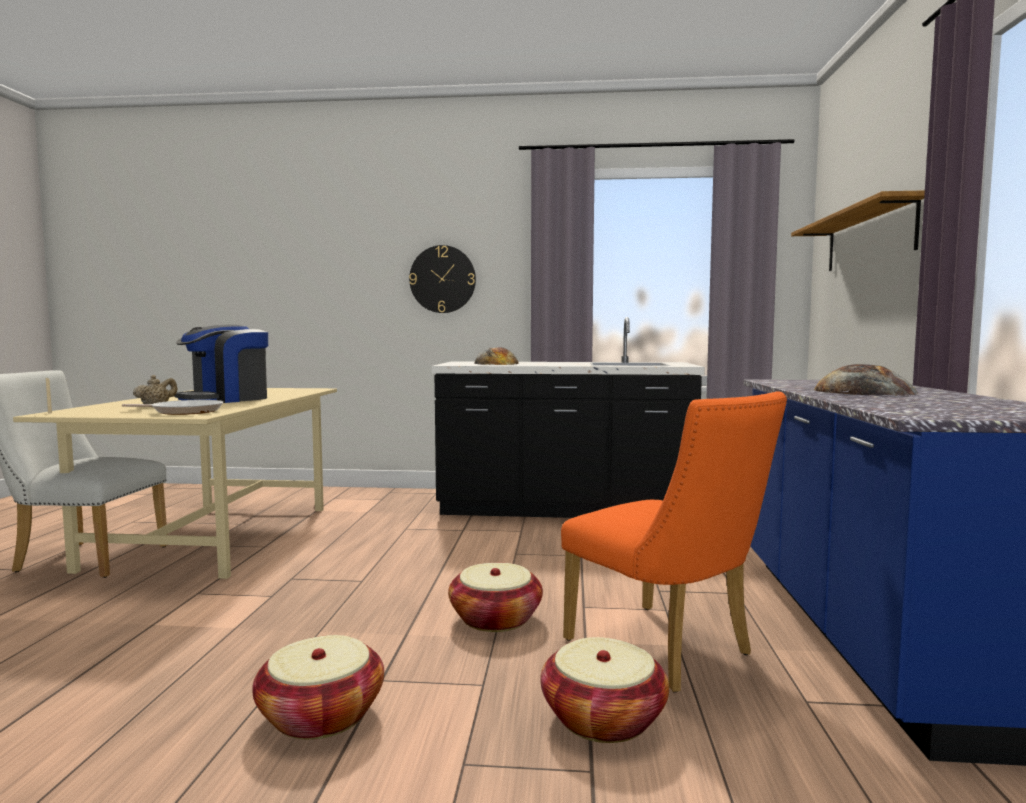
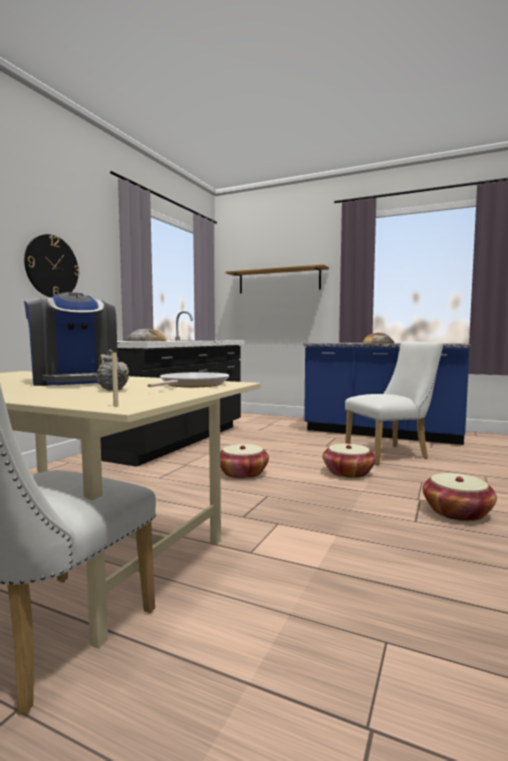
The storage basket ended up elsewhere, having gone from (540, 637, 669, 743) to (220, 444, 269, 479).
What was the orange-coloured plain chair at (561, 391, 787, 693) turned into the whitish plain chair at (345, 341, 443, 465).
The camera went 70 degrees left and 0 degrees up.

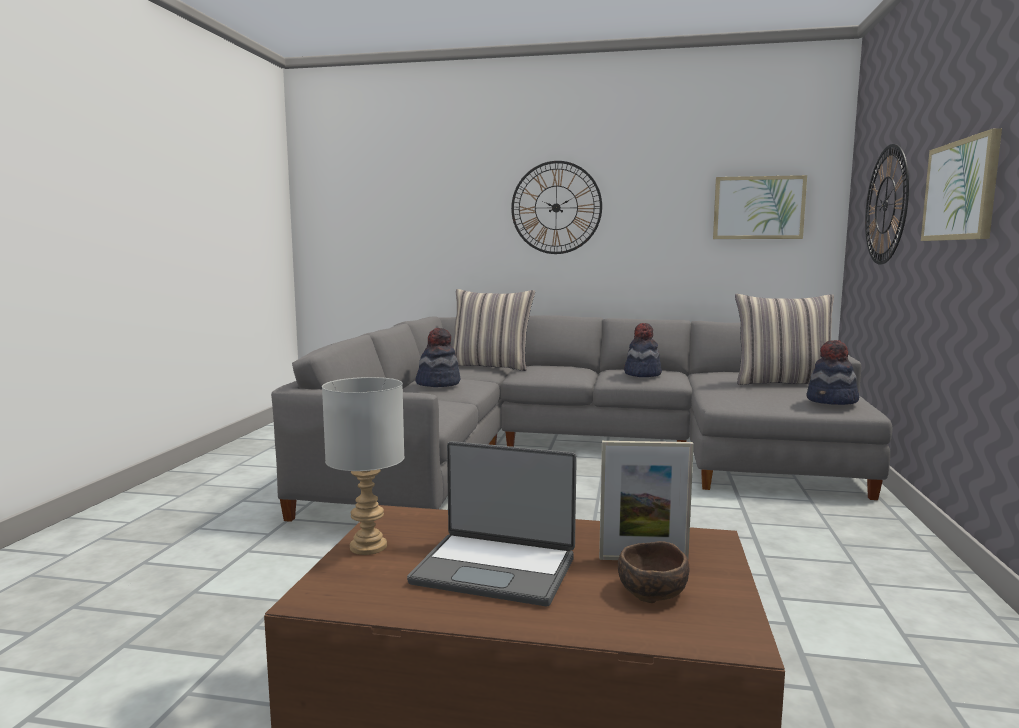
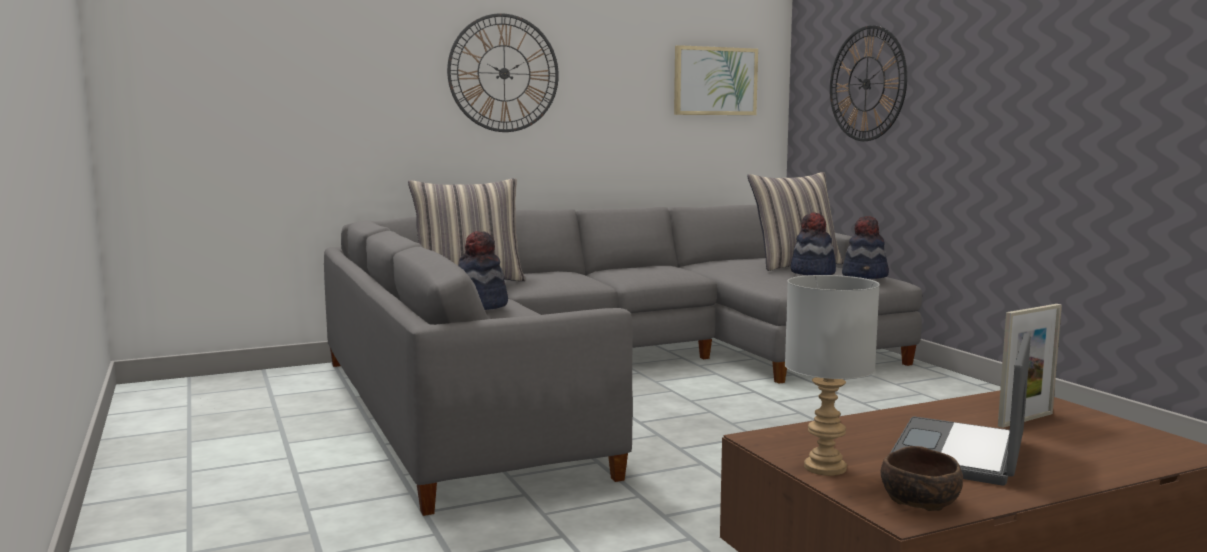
The second view lost the picture at (921, 128, 1002, 241).
The brown-coloured deep dish ended up elsewhere, having gone from (618, 541, 690, 603) to (881, 446, 963, 511).
The clothing hat ended up elsewhere, having gone from (624, 323, 662, 377) to (791, 212, 836, 275).
The laptop at (407, 441, 577, 606) ended up facing another way, 135 degrees clockwise from before.
The camera went 35 degrees left and 0 degrees up.

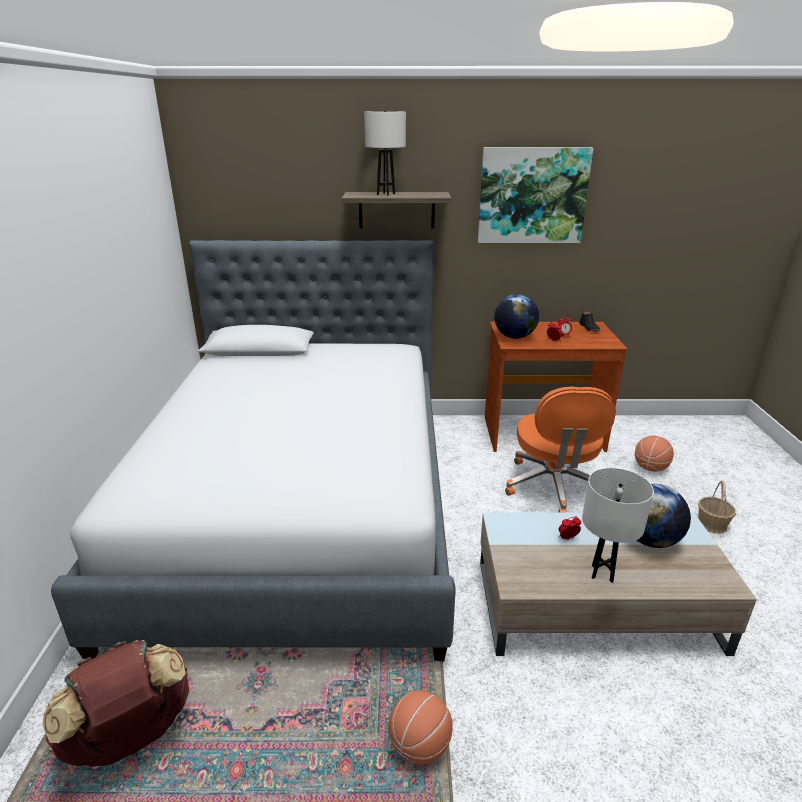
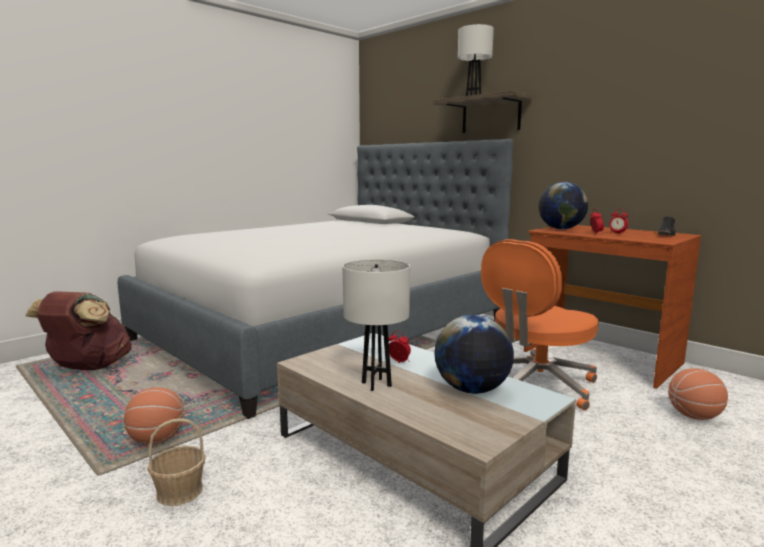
The second view lost the picture at (478, 147, 593, 243).
The storage basket ended up elsewhere, having gone from (698, 480, 736, 534) to (147, 418, 206, 506).
The camera went 45 degrees right and 15 degrees down.

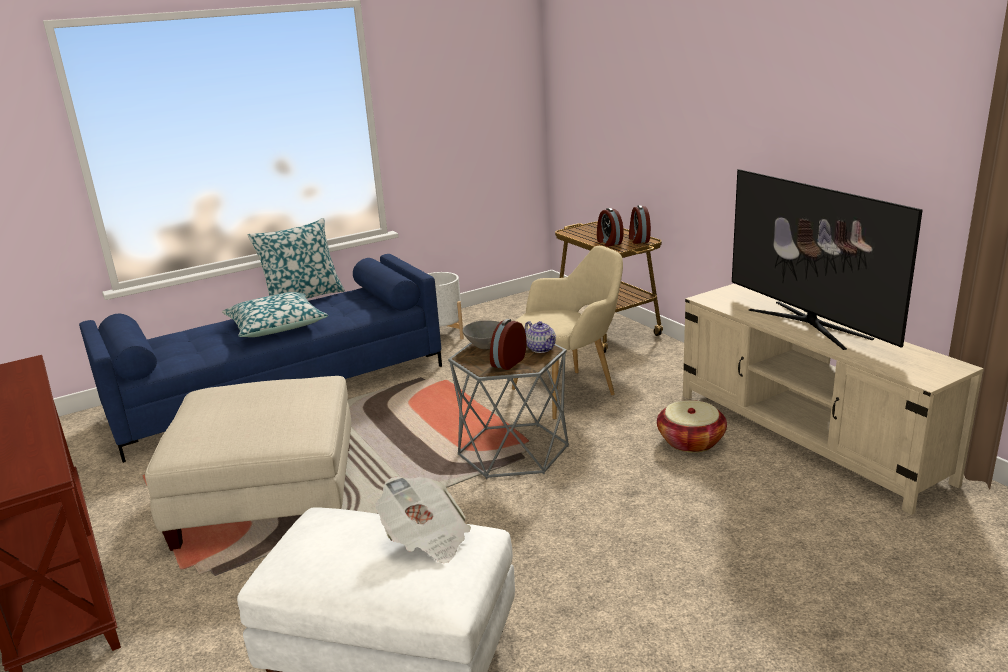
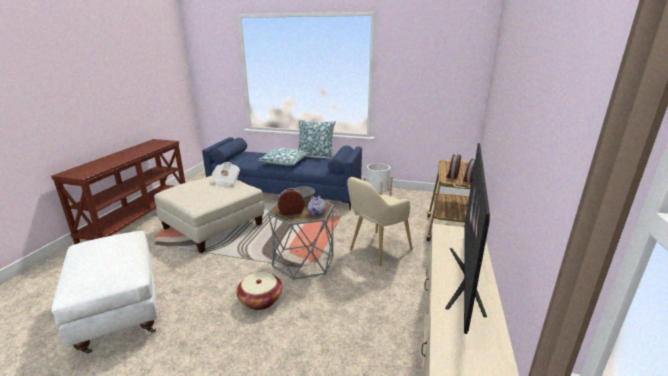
The daily paper ended up elsewhere, having gone from (375, 476, 471, 563) to (211, 162, 240, 188).
The storage basket ended up elsewhere, having gone from (657, 400, 727, 453) to (237, 272, 282, 310).
The sand-coloured armchair at (512, 246, 623, 420) ended up facing another way, 120 degrees clockwise from before.
The camera went 45 degrees right and 0 degrees up.

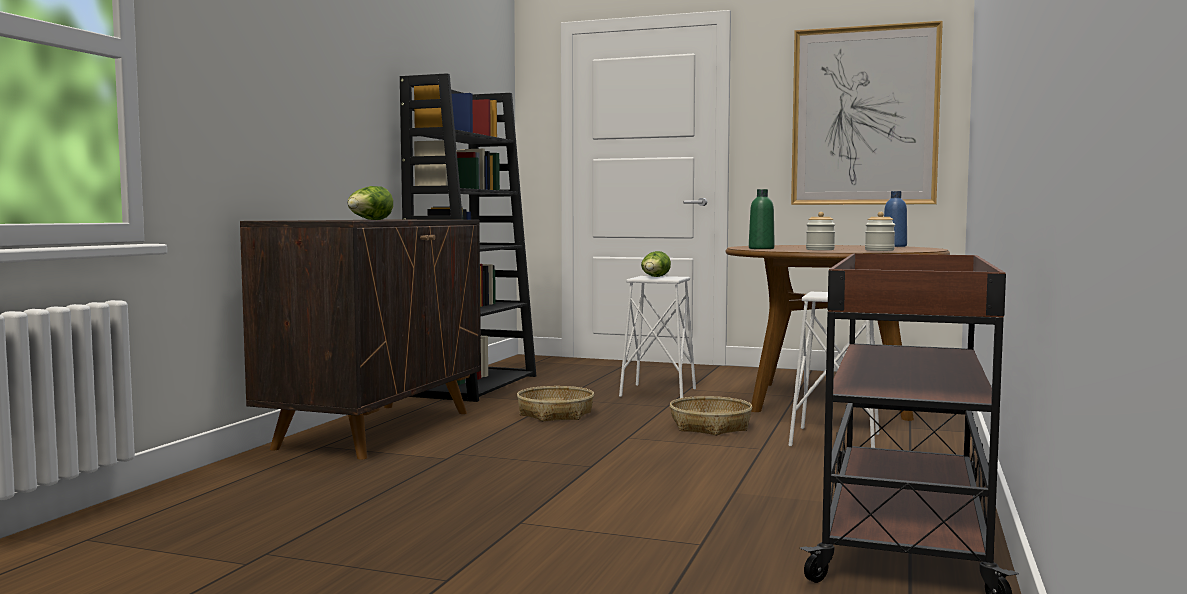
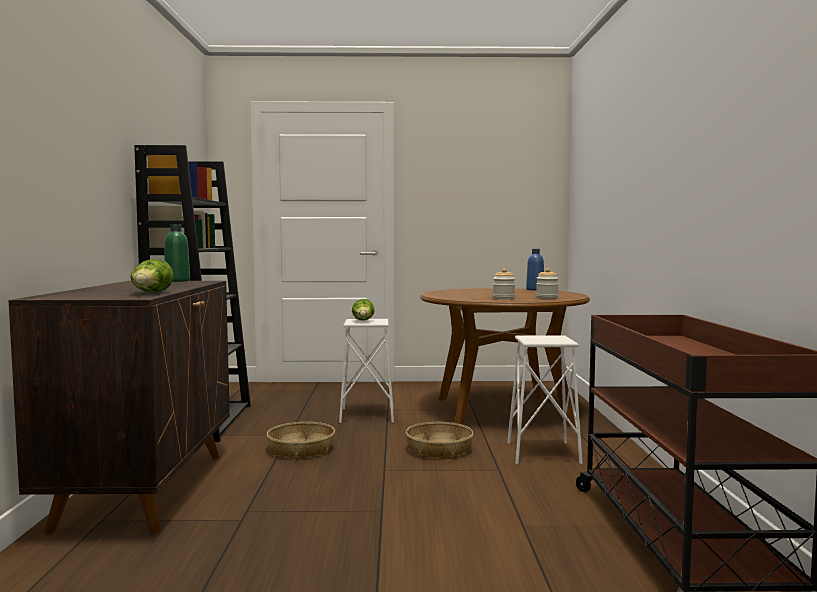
The second view lost the picture at (791, 21, 943, 205).
The greenish bottle ended up elsewhere, having gone from (749, 189, 775, 249) to (164, 224, 190, 282).
The camera went 20 degrees left and 0 degrees up.

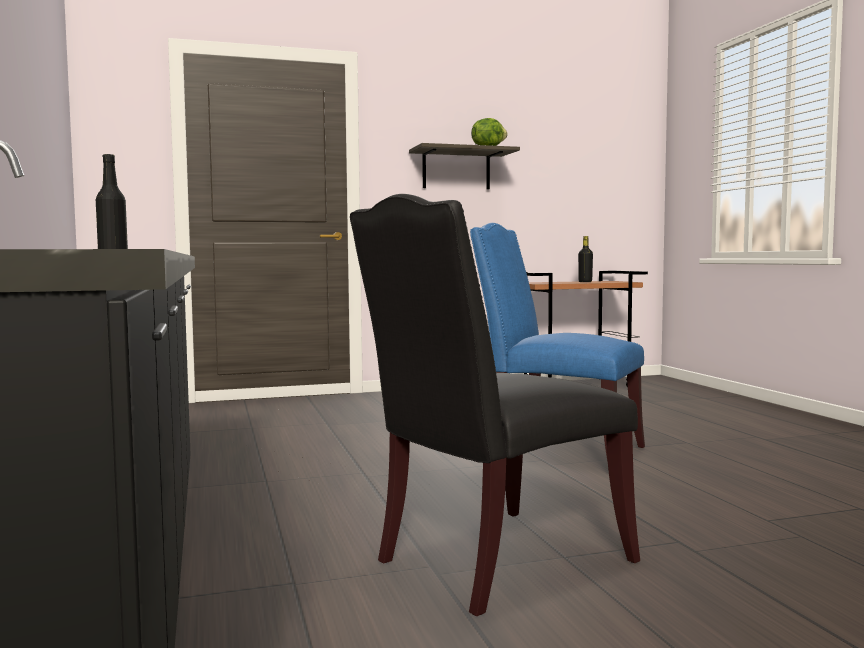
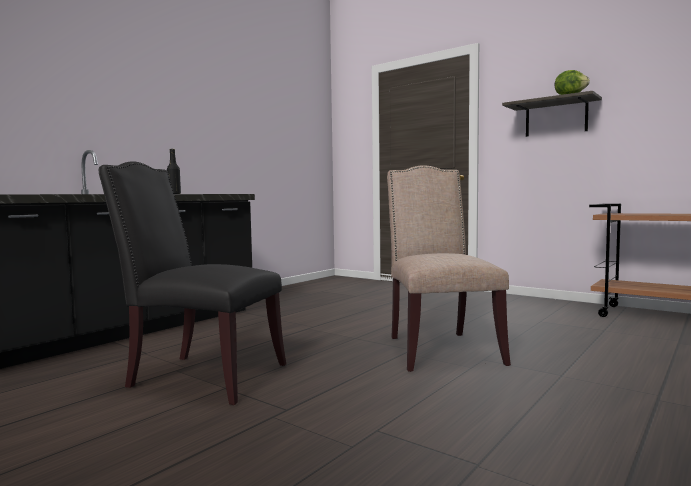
The second view lost the black-coloured bottle at (578, 236, 593, 282).
What was the blue-coloured plain chair at (470, 223, 645, 462) turned into the sand-coloured plain chair at (387, 165, 511, 372).
The camera went 55 degrees right and 0 degrees up.

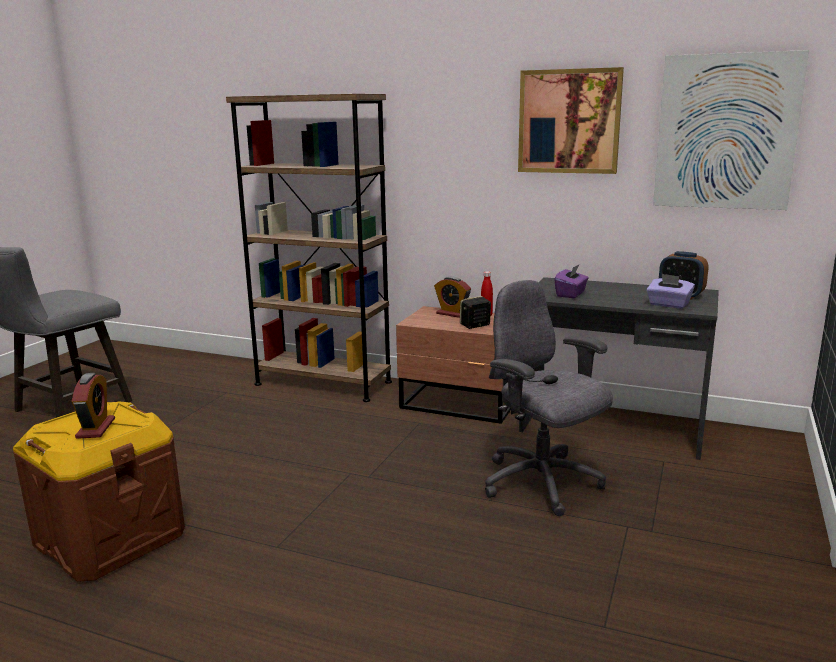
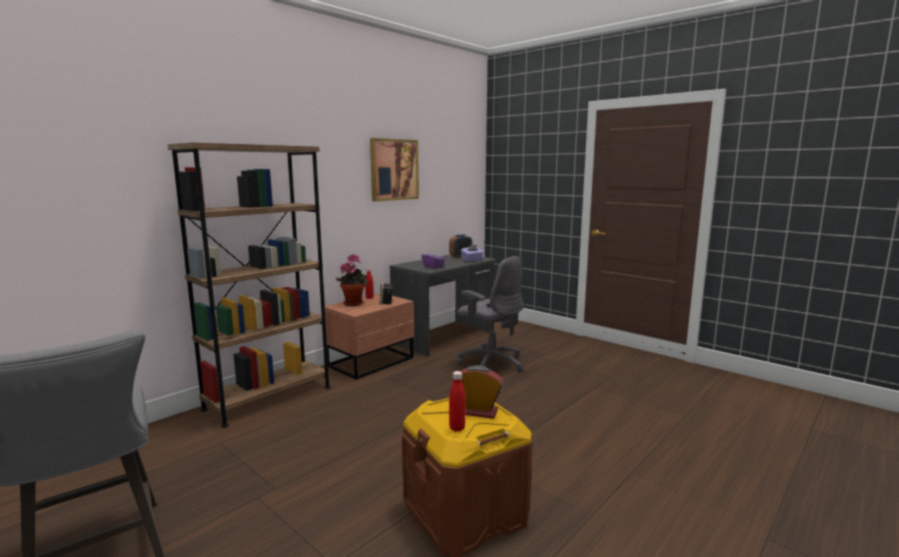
The second view lost the picture at (653, 50, 809, 210).
The second view gained the red bottle at (449, 371, 465, 431).
Where the alarm clock stood at (434, 277, 471, 318), the houseplant came to stand at (336, 254, 368, 306).
The greyish office chair at (485, 280, 613, 516) ended up facing another way, 120 degrees counterclockwise from before.
The camera went 70 degrees left and 5 degrees down.

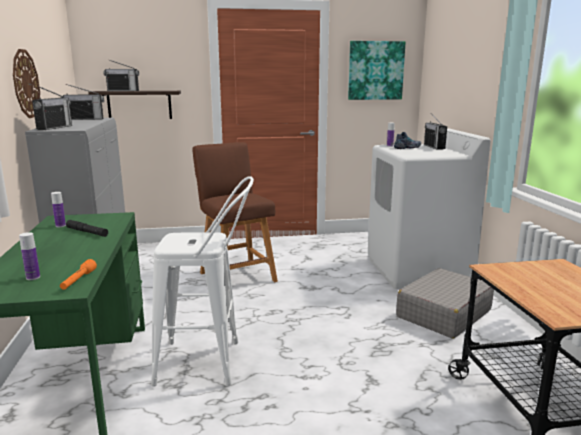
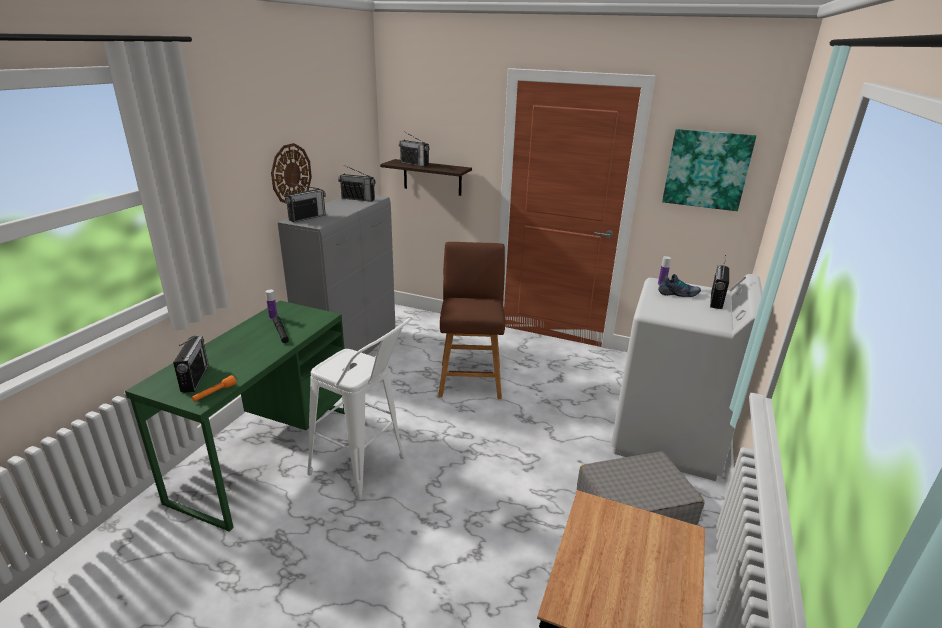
Where the bottle stood at (19, 232, 40, 280), the radio came to stand at (173, 336, 209, 393).
The camera went 30 degrees right and 10 degrees up.

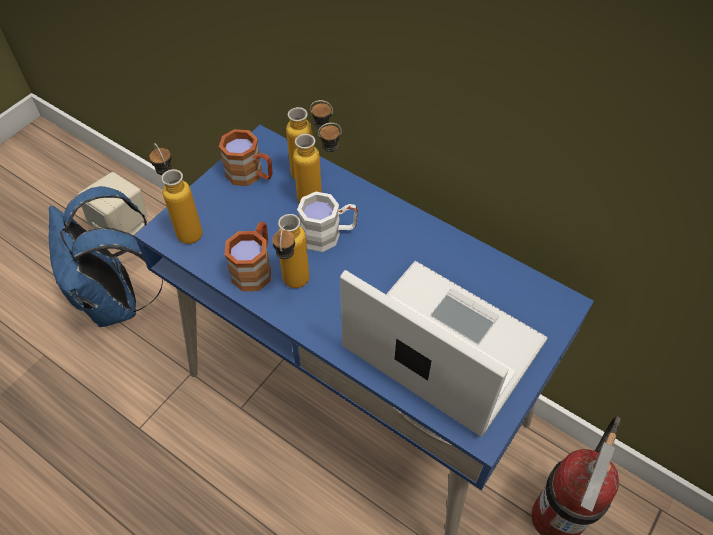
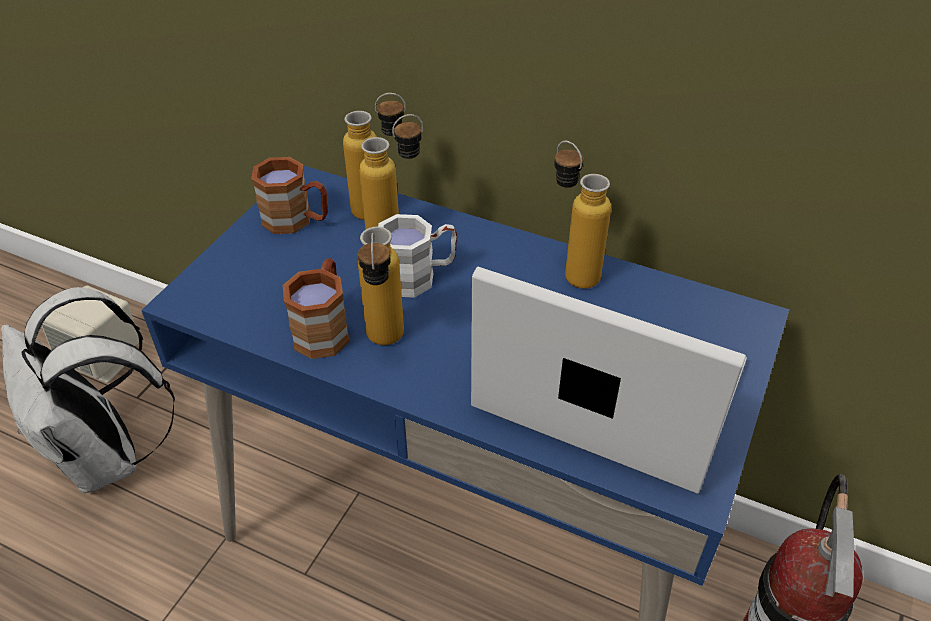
The bottle ended up elsewhere, having gone from (149, 143, 203, 244) to (554, 141, 611, 289).
What was the blue-coloured rucksack at (49, 186, 163, 327) turned into the whitish rucksack at (1, 287, 175, 493).
The camera went 10 degrees left and 10 degrees down.

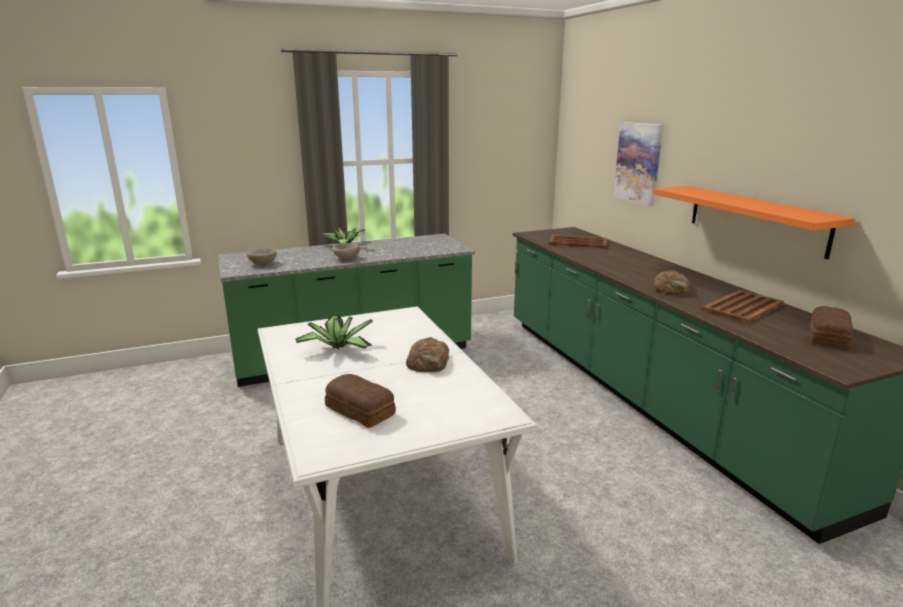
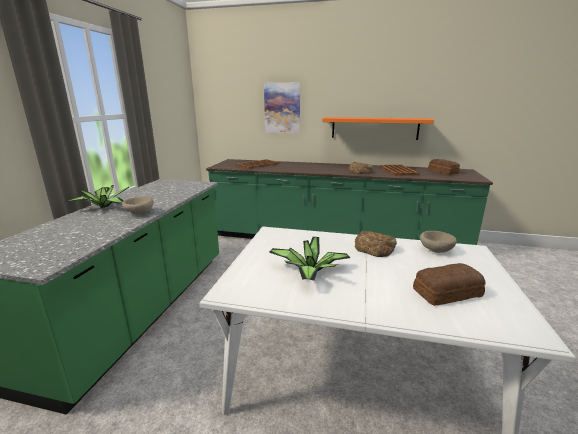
The sand-coloured deep dish ended up elsewhere, having gone from (247, 248, 277, 265) to (420, 231, 457, 253).
The camera went 55 degrees left and 0 degrees up.

